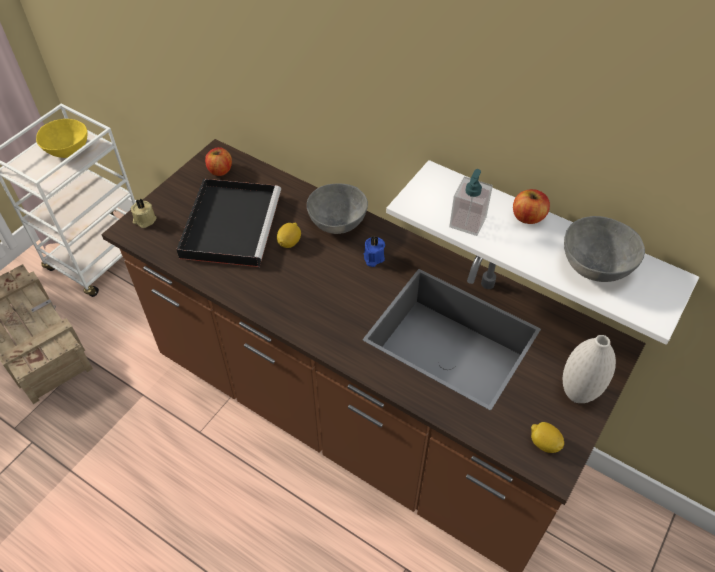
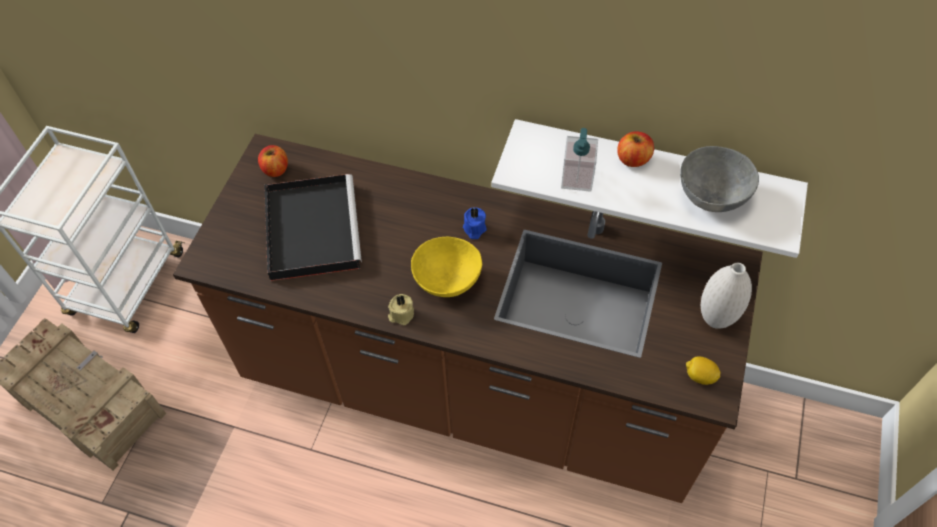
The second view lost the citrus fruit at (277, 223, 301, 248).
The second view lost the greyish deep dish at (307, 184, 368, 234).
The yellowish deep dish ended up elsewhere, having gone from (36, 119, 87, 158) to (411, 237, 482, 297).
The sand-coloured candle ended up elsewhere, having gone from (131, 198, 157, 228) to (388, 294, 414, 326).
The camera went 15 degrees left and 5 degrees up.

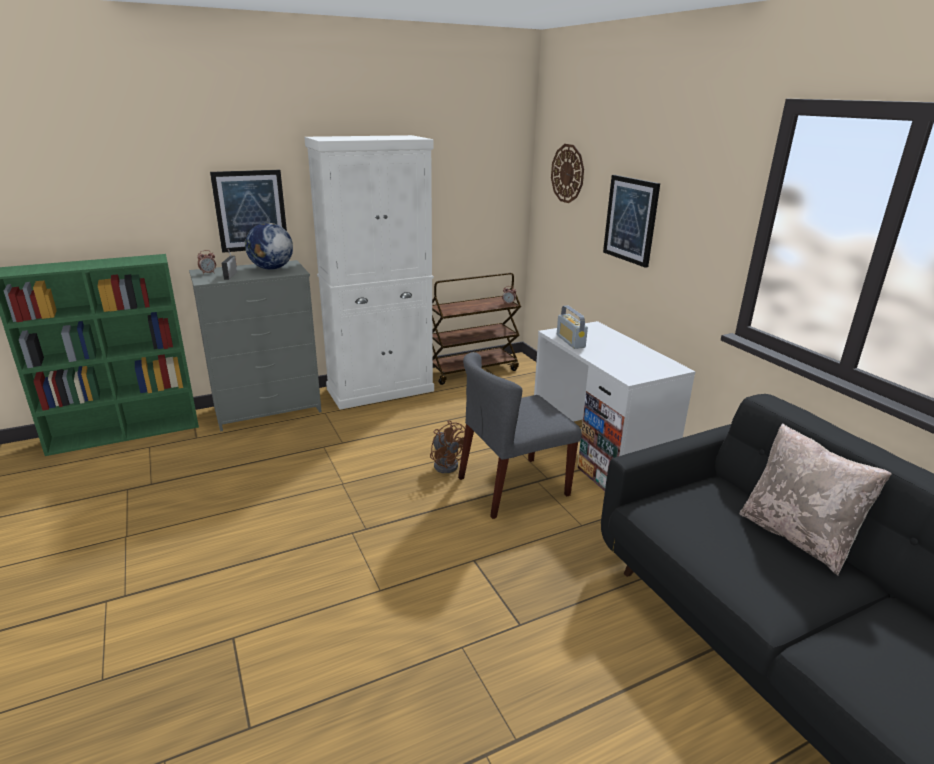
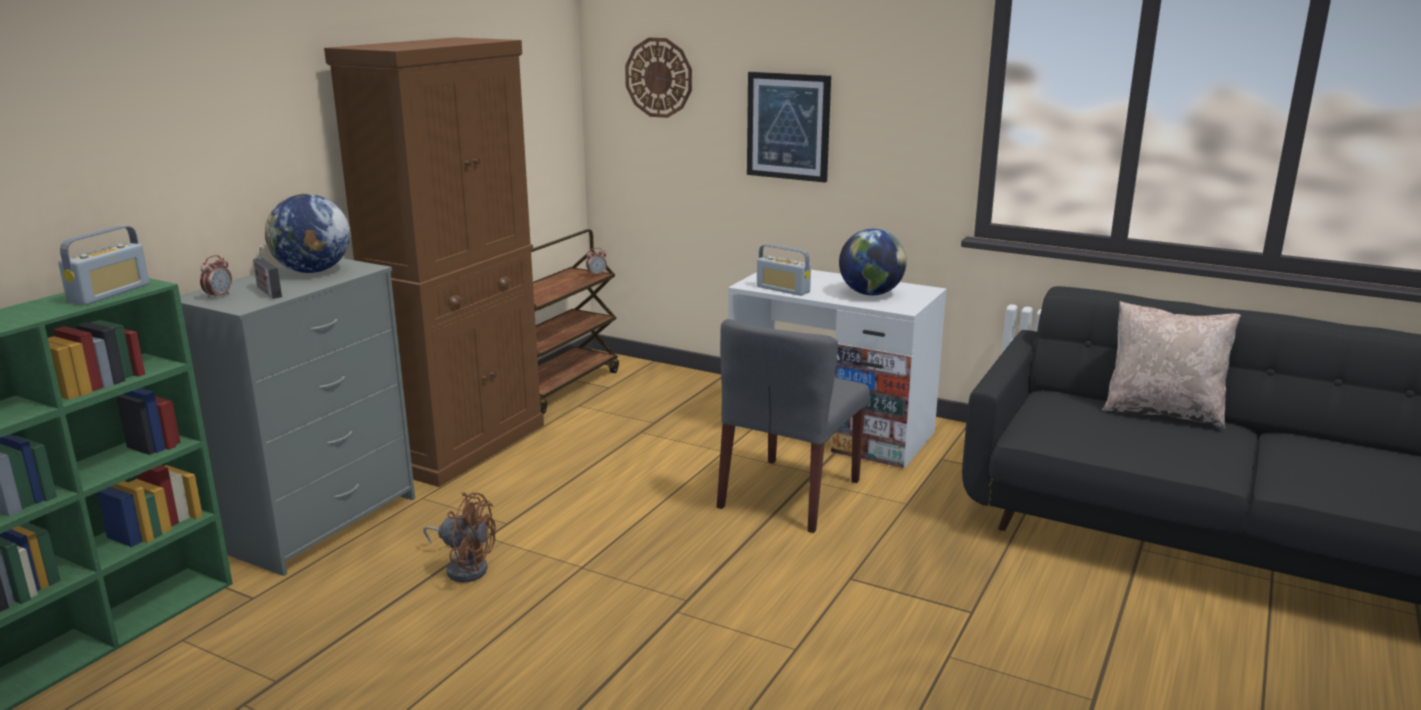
The second view lost the picture at (210, 170, 287, 253).
The second view gained the radio at (58, 225, 149, 305).
The second view gained the world globe at (839, 228, 907, 296).
The brown-coloured cooling fan ended up elsewhere, having gone from (430, 420, 465, 473) to (423, 492, 496, 583).
What was the whitish cabinet at (304, 135, 434, 410) turned into the brown-coloured cabinet at (324, 37, 544, 487).
The camera went 35 degrees left and 5 degrees down.

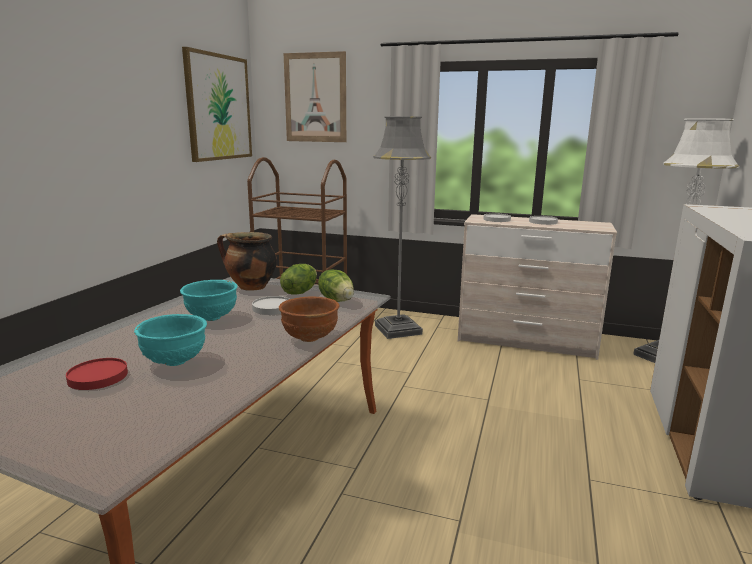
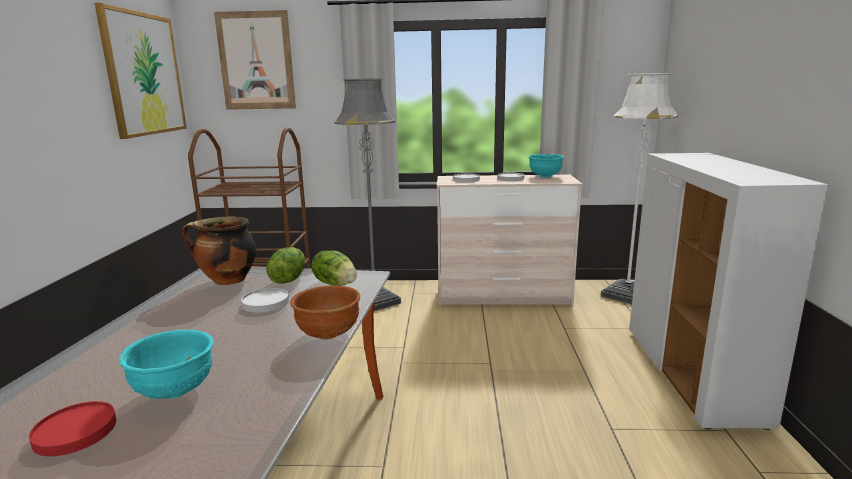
The turquoise-coloured deep dish ended up elsewhere, having gone from (180, 280, 238, 321) to (529, 154, 564, 178).
The camera went 15 degrees left and 0 degrees up.

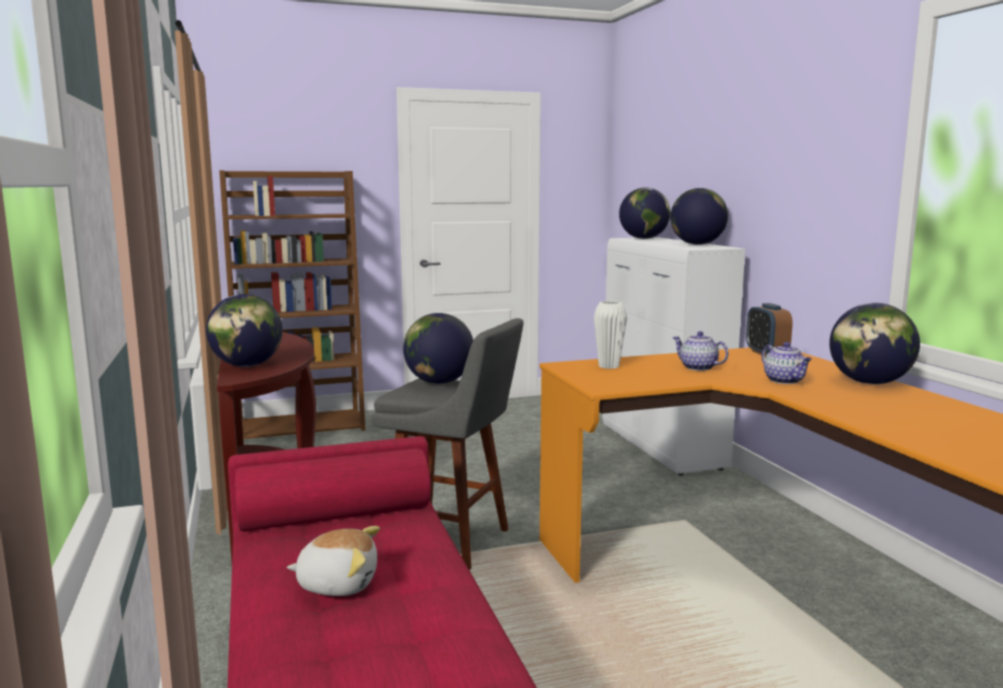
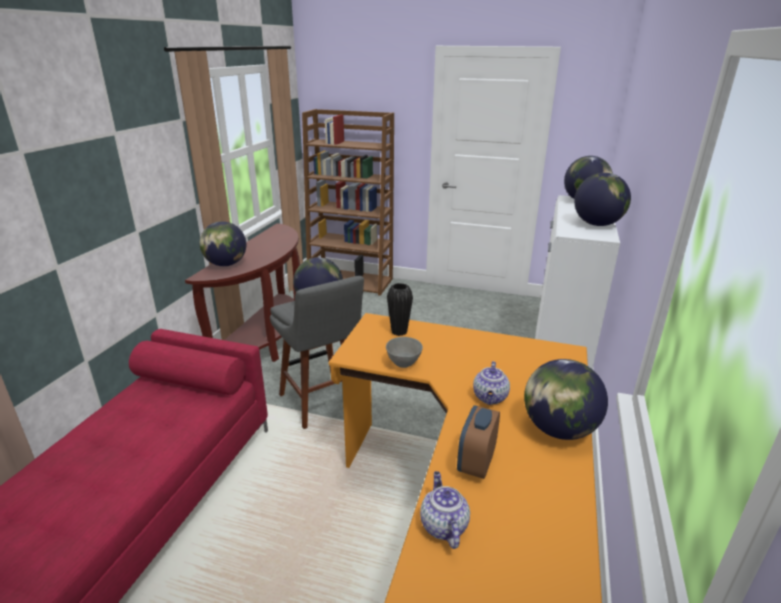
The second view lost the cuddly toy at (287, 526, 380, 596).
The second view gained the greyish deep dish at (386, 337, 423, 368).
The tea pot ended up elsewhere, having gone from (673, 331, 729, 371) to (420, 471, 470, 549).
The alarm clock ended up elsewhere, having gone from (746, 303, 793, 357) to (457, 405, 500, 479).
What was the whitish flower vase at (594, 301, 627, 369) turned into the black-coloured flower vase at (387, 283, 413, 336).
The camera went 35 degrees right and 15 degrees up.

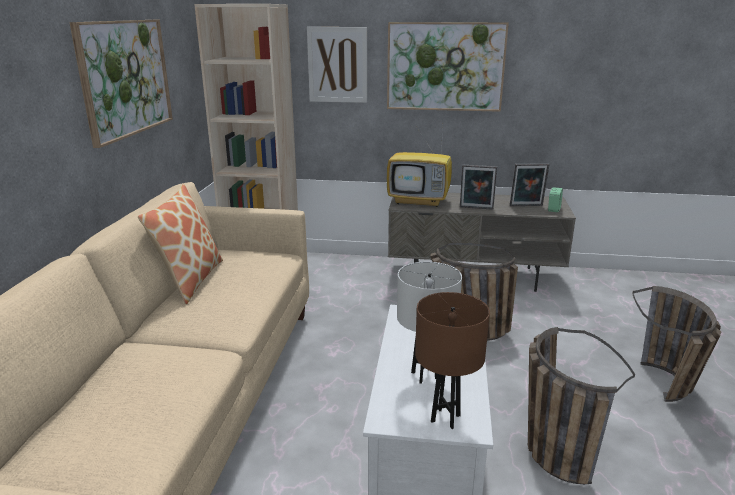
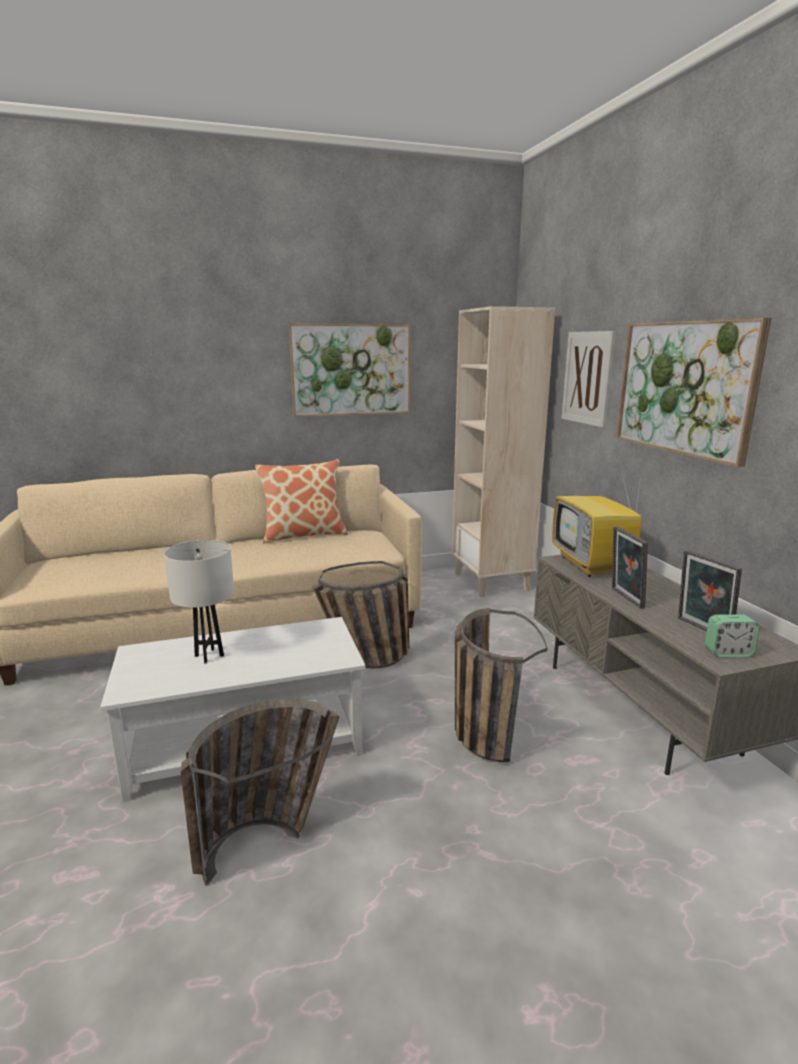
The second view lost the brown-coloured lamp for a table at (415, 292, 490, 429).
The storage basket ended up elsewhere, having gone from (632, 286, 721, 402) to (312, 561, 409, 668).
The camera went 65 degrees right and 5 degrees down.

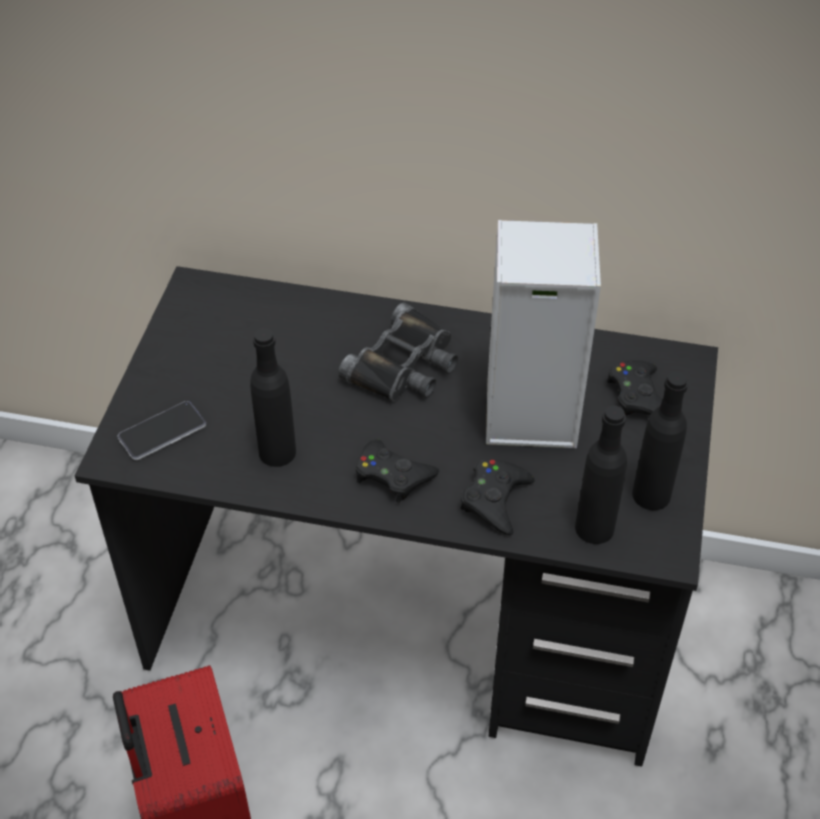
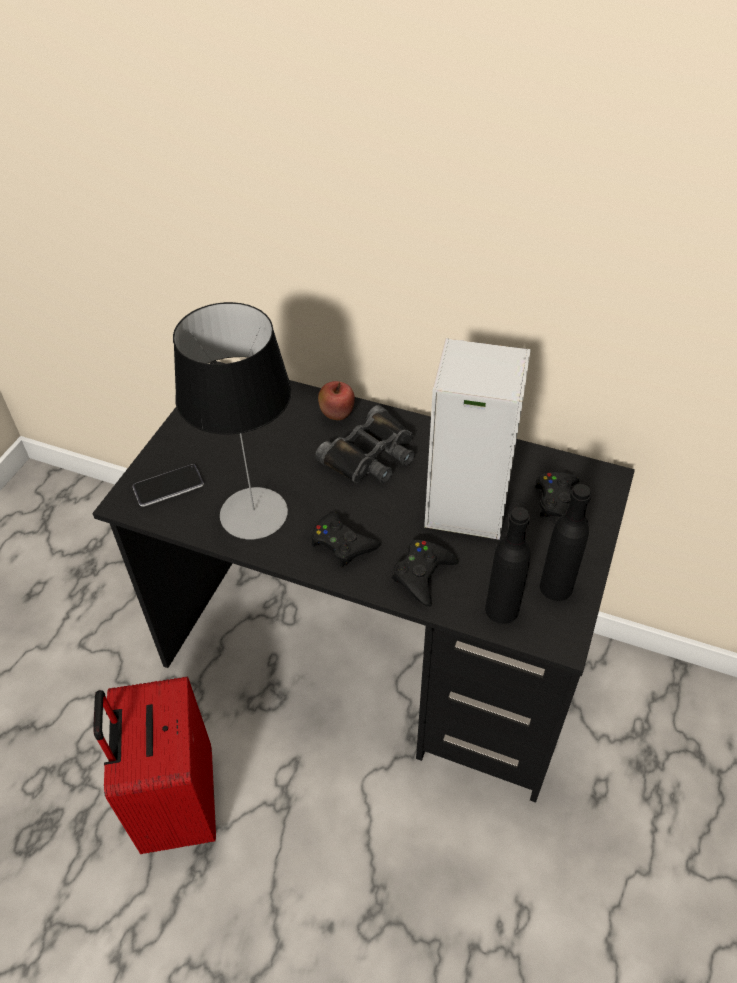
The second view gained the apple at (318, 381, 355, 420).
Where the black-coloured bottle stood at (250, 328, 296, 467), the lamp for a table came to stand at (173, 302, 292, 539).
The camera went 10 degrees right and 0 degrees up.

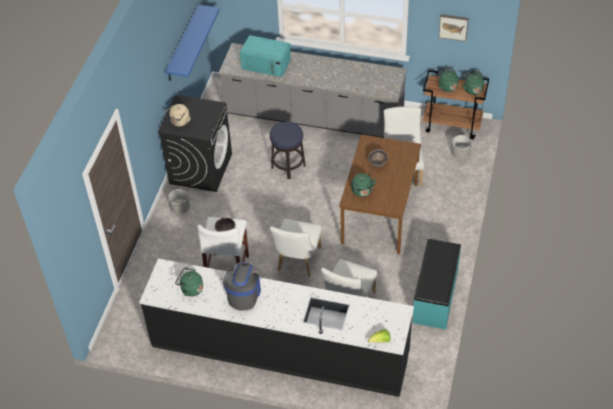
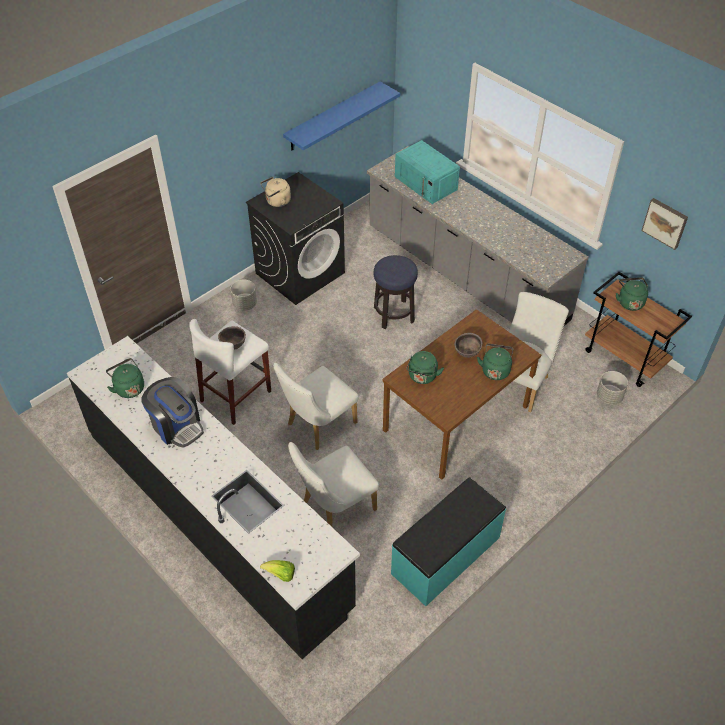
The greenish kettle ended up elsewhere, having gone from (462, 70, 484, 95) to (477, 344, 513, 380).
The coffee machine at (223, 262, 261, 311) ended up facing another way, 90 degrees clockwise from before.
The camera went 30 degrees right and 0 degrees up.

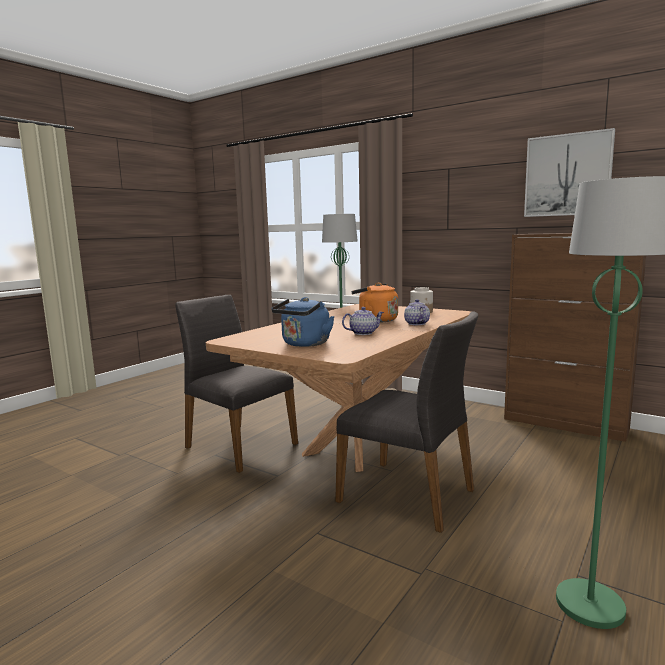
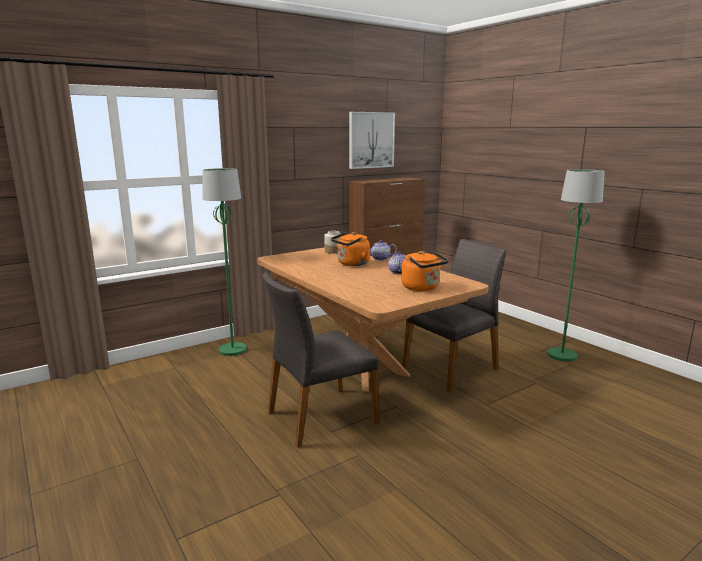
What was the blue-coloured kettle at (271, 297, 334, 347) turned into the orange-coloured kettle at (401, 251, 448, 291).
The camera went 70 degrees left and 5 degrees up.

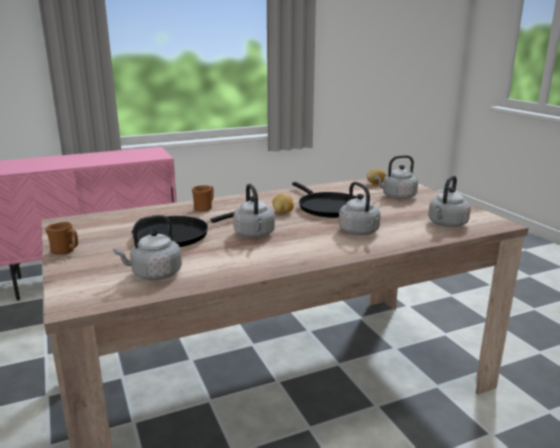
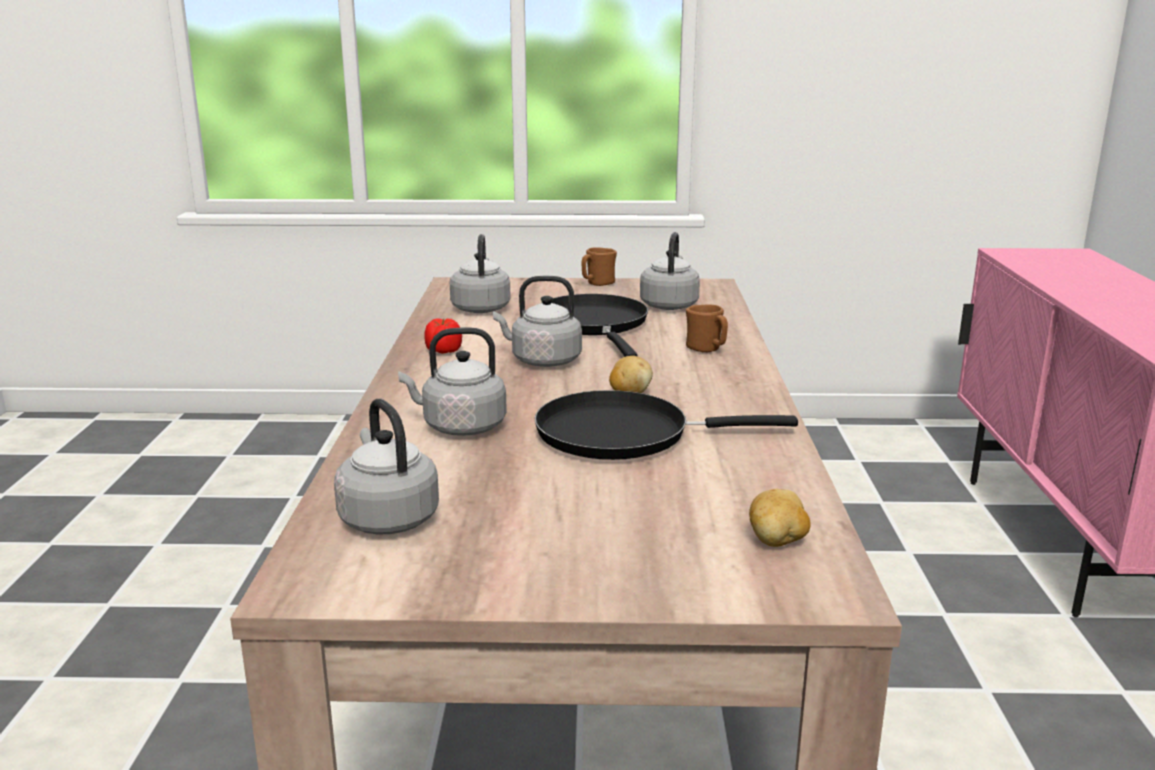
The second view gained the fresh tomato at (424, 318, 462, 354).
The greyish kettle ended up elsewhere, having gone from (375, 155, 418, 199) to (640, 232, 700, 310).
The camera went 115 degrees right and 0 degrees up.

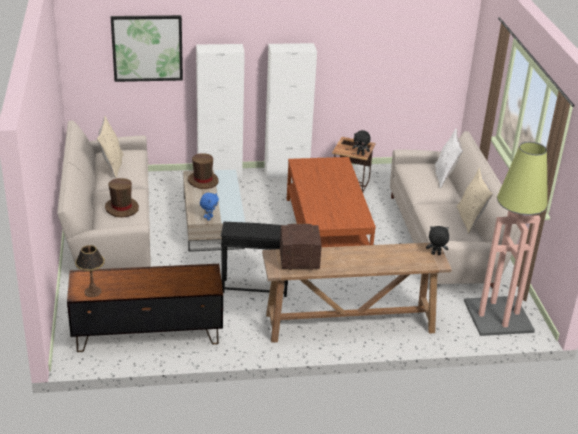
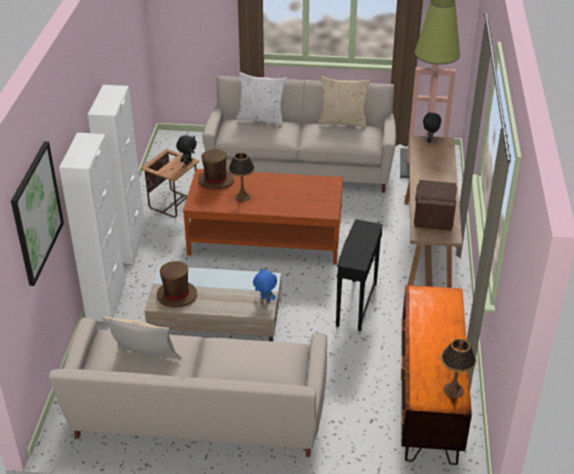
The second view gained the lamp for a table at (228, 152, 255, 202).
The brown-coloured clothing hat ended up elsewhere, having gone from (105, 178, 139, 218) to (198, 149, 234, 190).
The camera went 75 degrees left and 5 degrees up.

